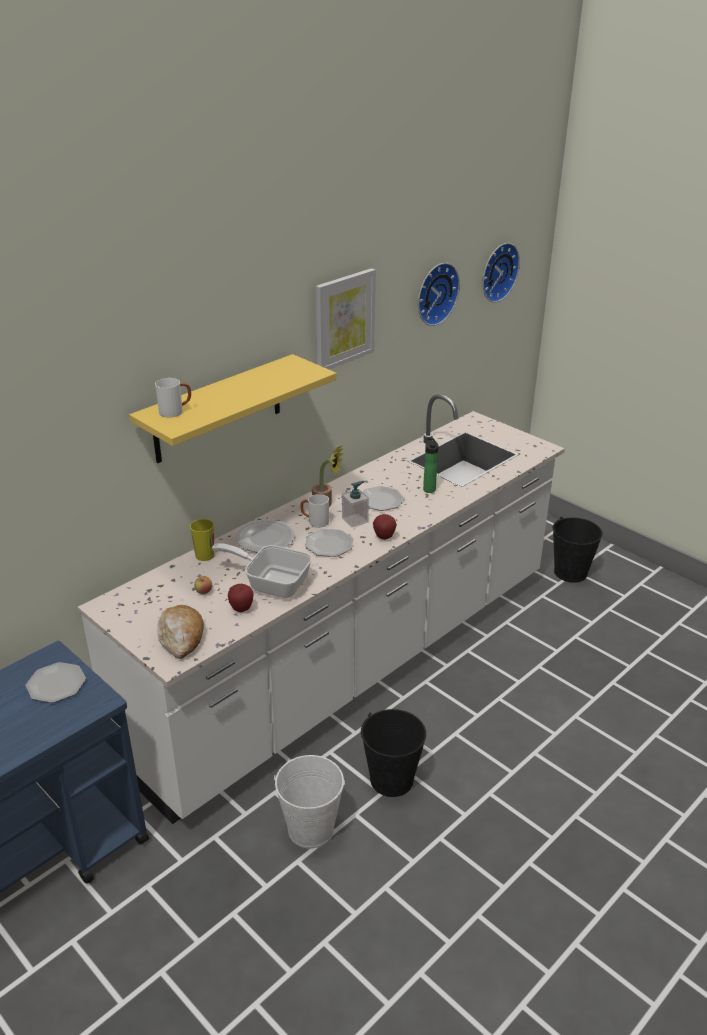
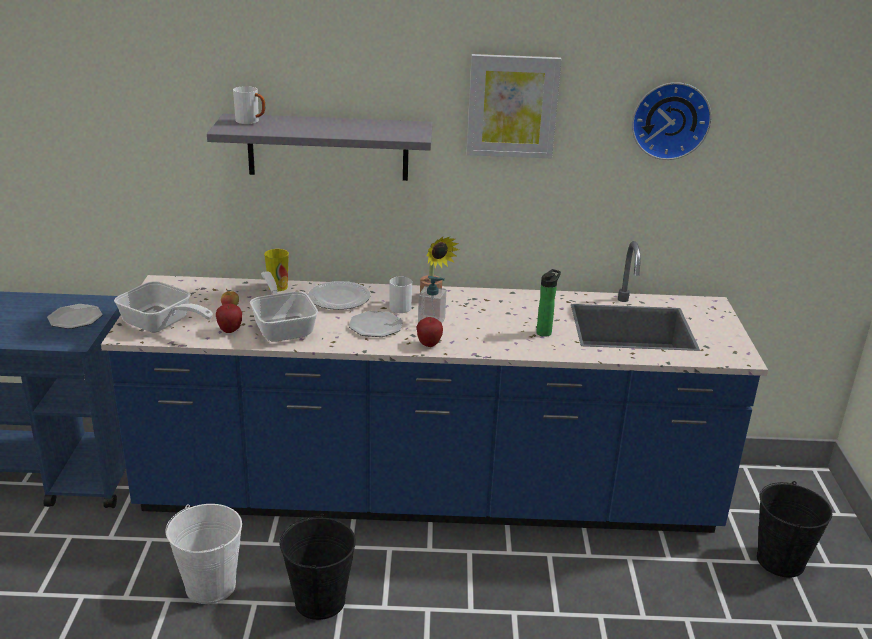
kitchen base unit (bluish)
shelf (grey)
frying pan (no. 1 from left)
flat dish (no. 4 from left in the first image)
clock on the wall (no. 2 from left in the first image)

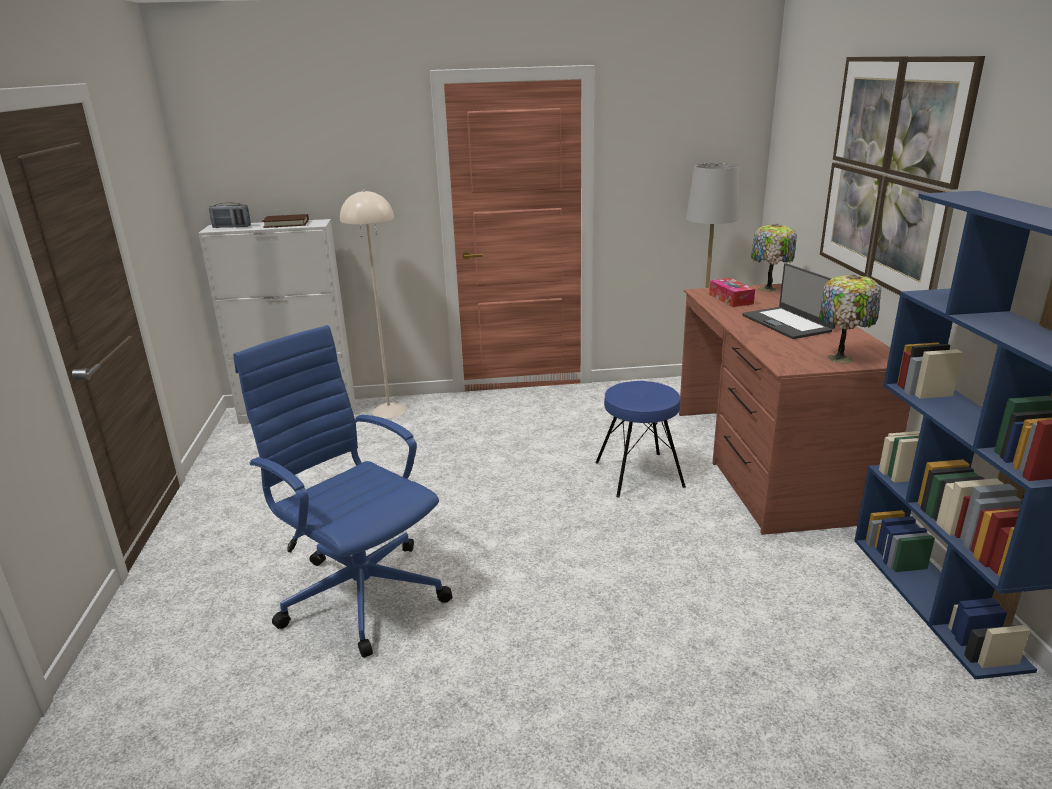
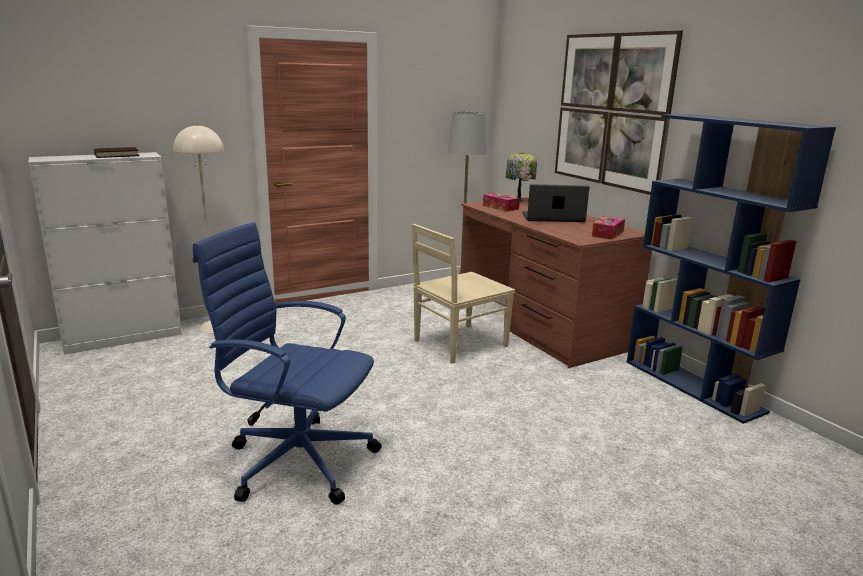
radio
upright chair (sand-coloured)
laptop
tissue holder (no. 2 from left)

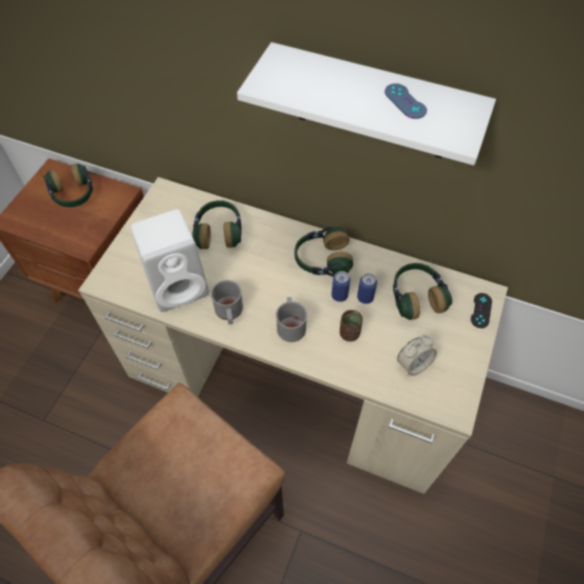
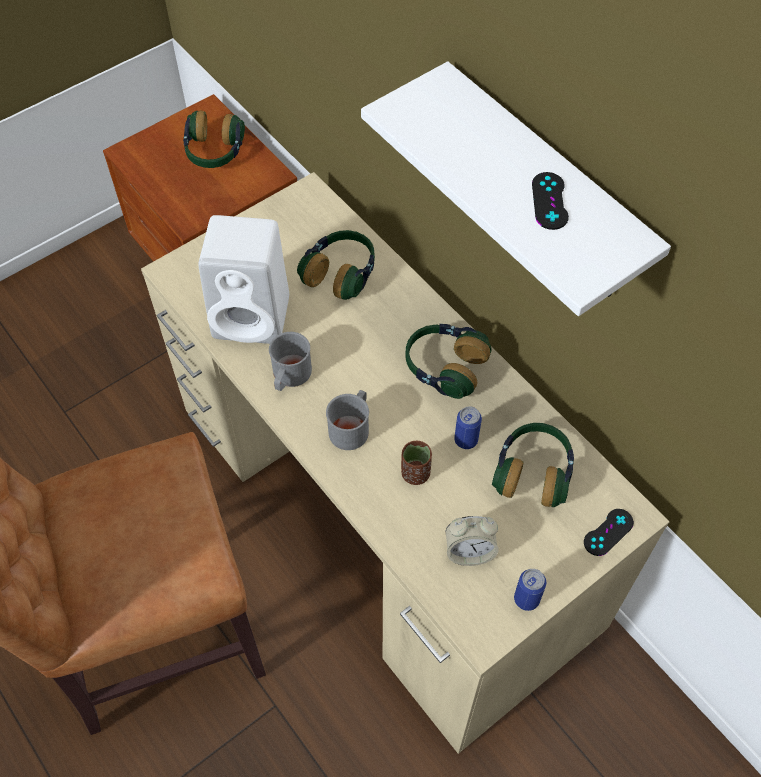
can (no. 2 from left)
joypad (blackish) (no. 1 from left)

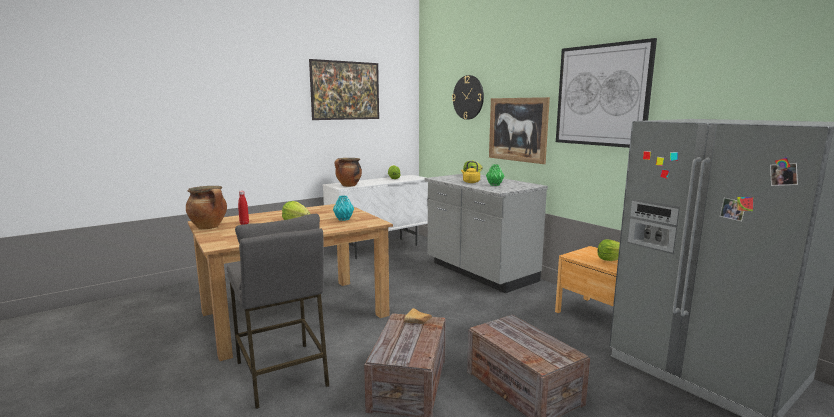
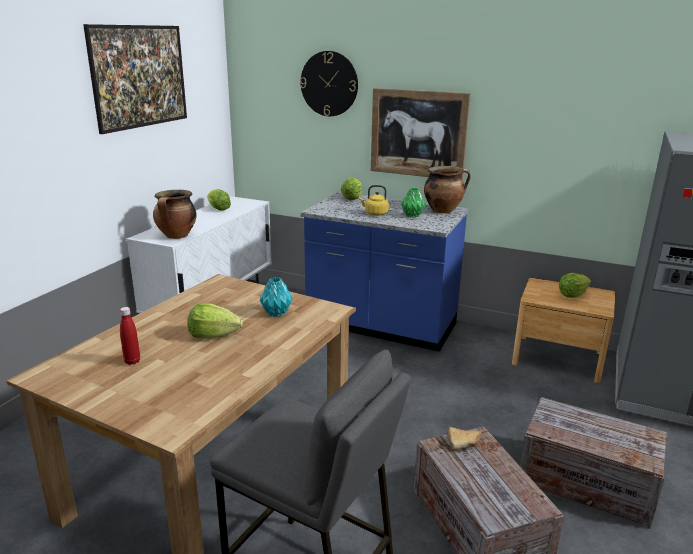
stockpot (no. 2 from left)
kitchen base unit (bluish)
wall art (no. 3 from left in the first image)

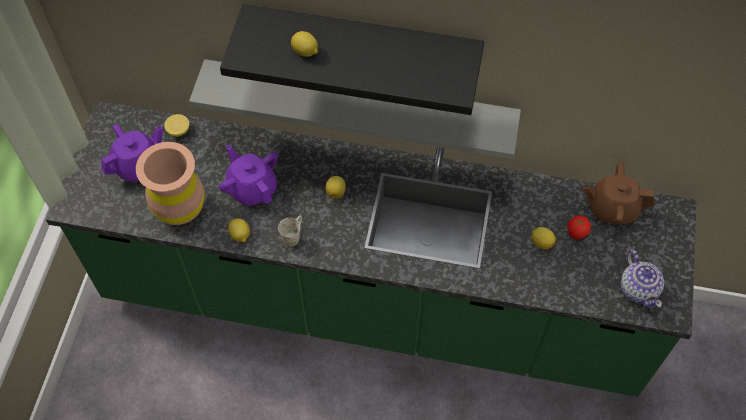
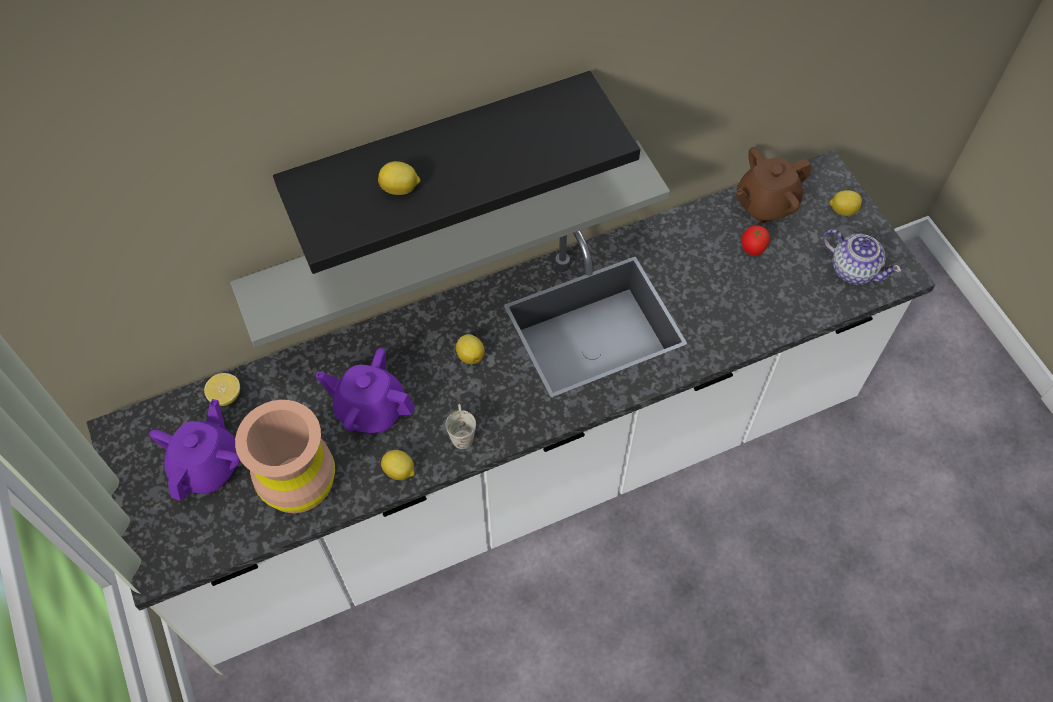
kitchen base unit (whitish)
citrus fruit (no. 5 from left)

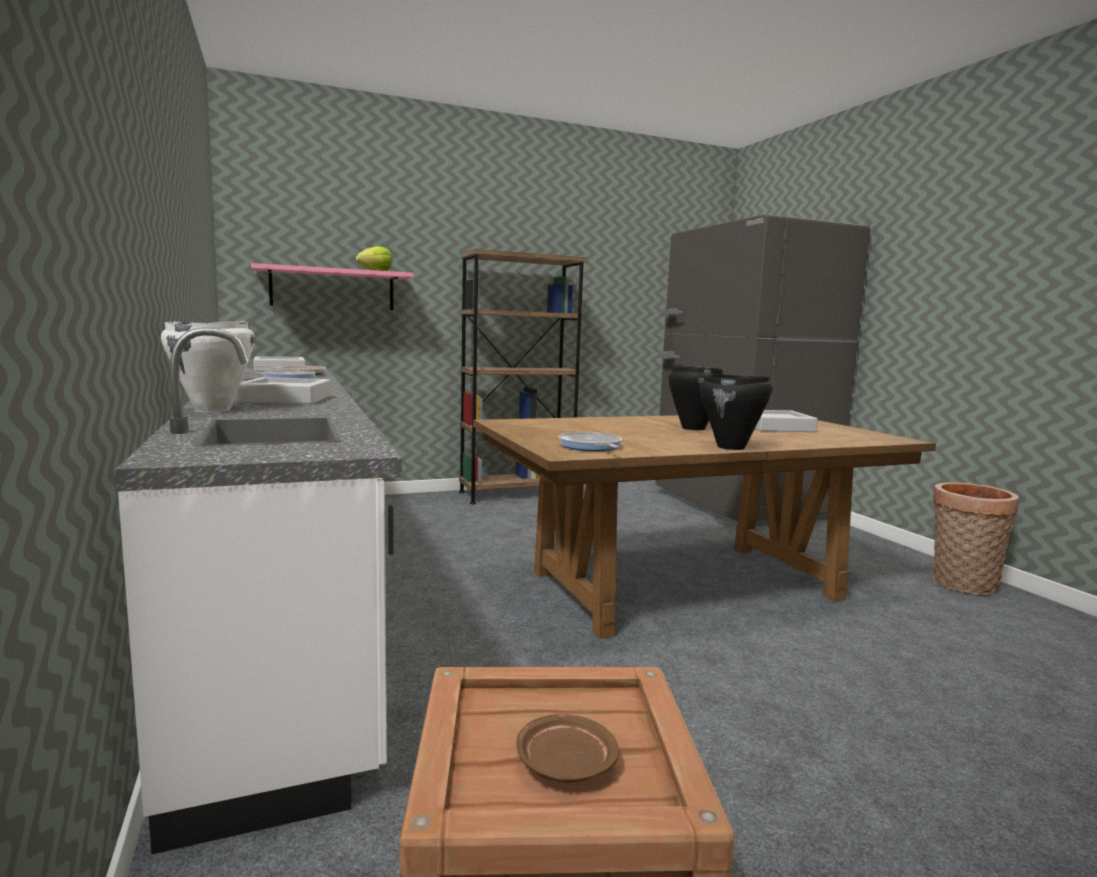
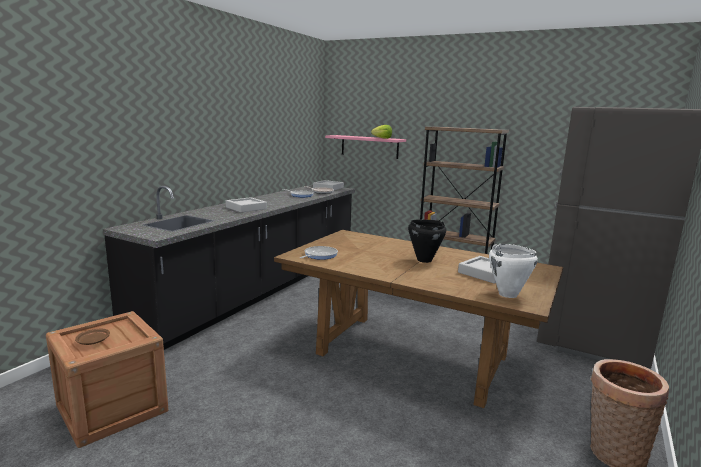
kitchen base unit (blackish)
stockpot (whitish)
stockpot (blackish) (no. 2 from left in the first image)

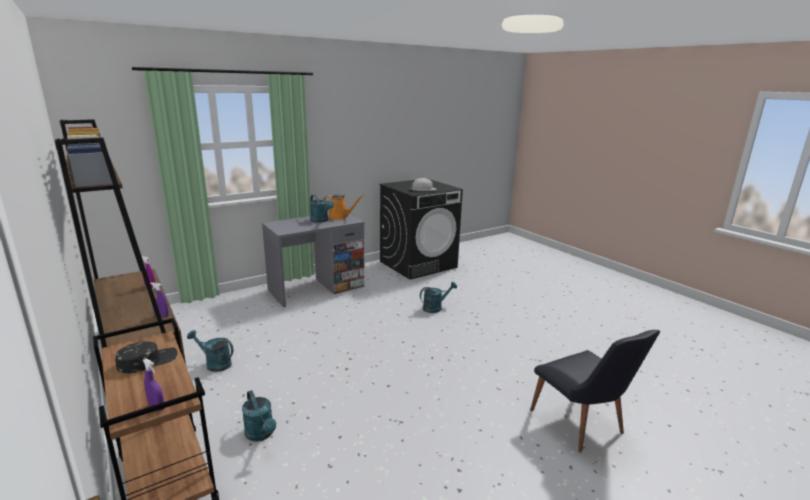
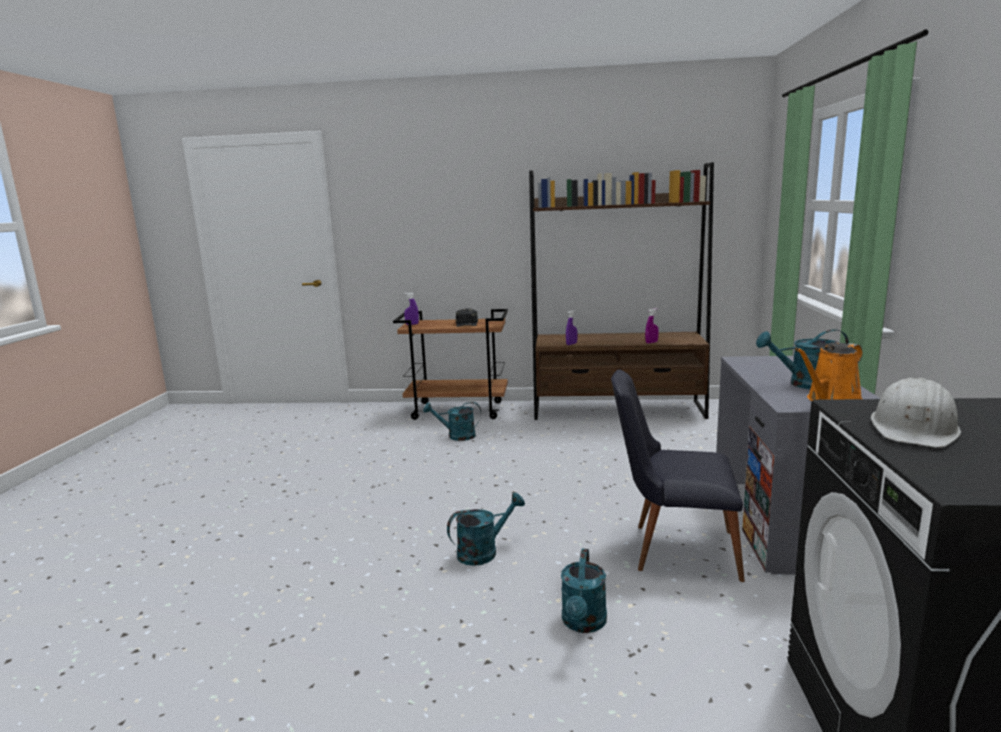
watering pot (turquoise) (no. 2 from left)
upright chair (blackish)

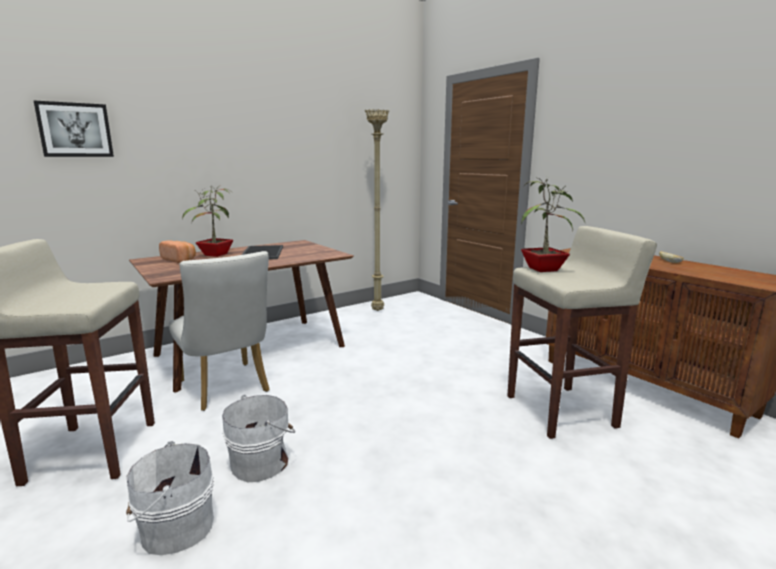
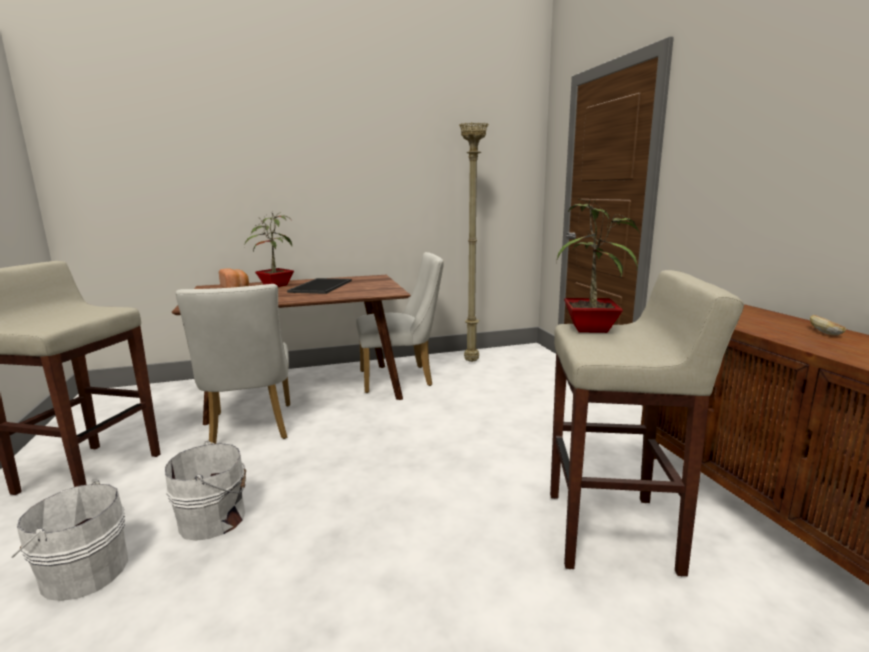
wall art
upright chair (whitish) (no. 2 from left)

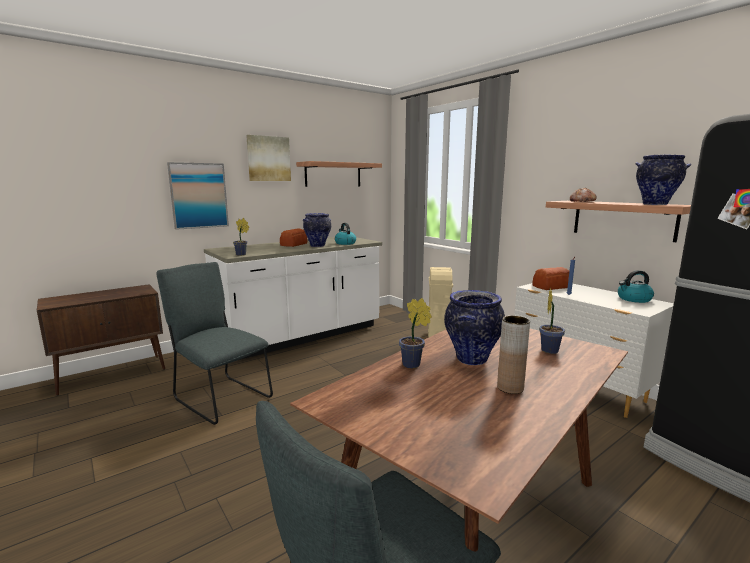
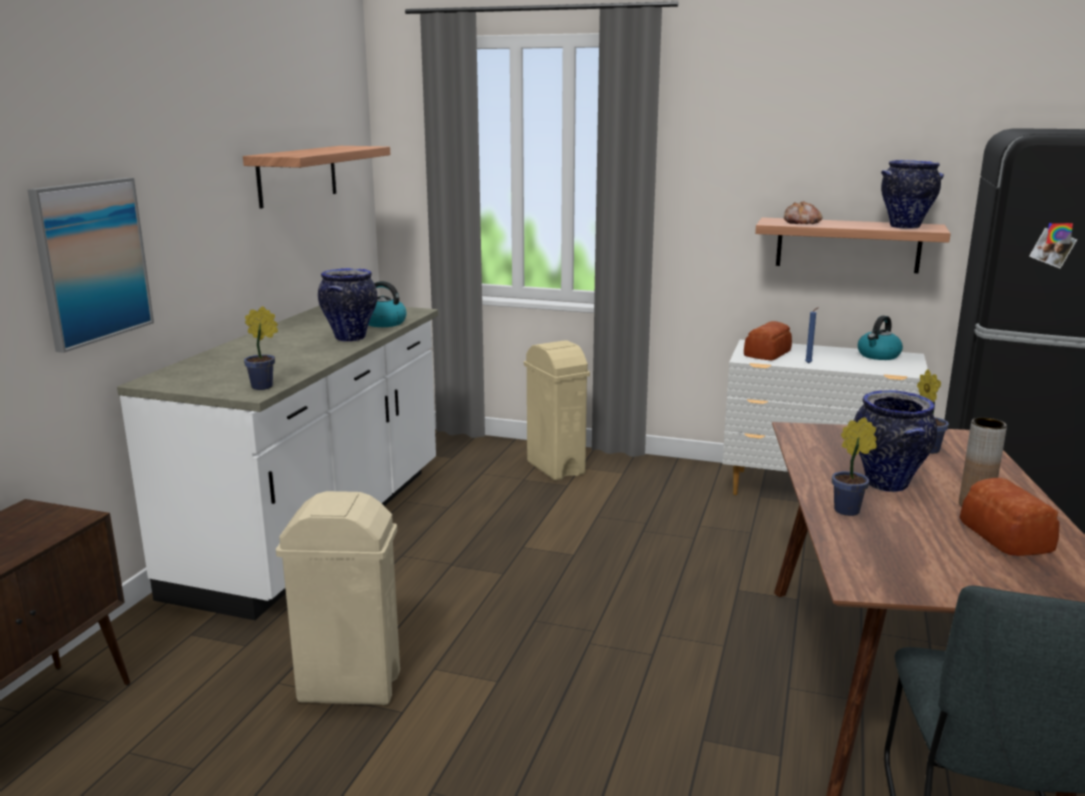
trash can (sand-coloured) (no. 1 from left)
wall art (no. 2 from left in the first image)
bakery bread (no. 3 from left)

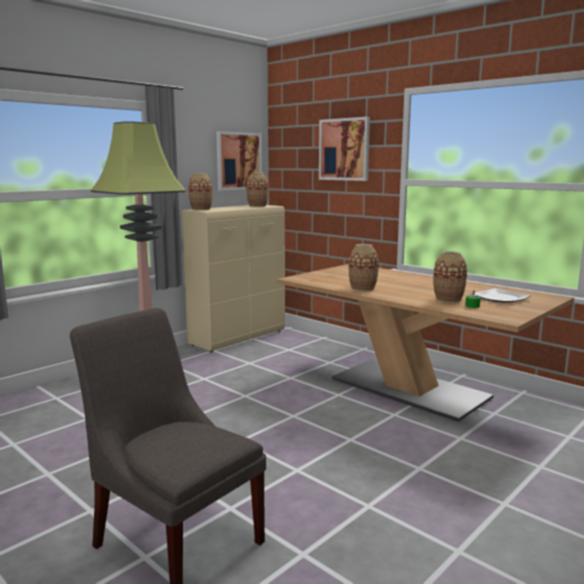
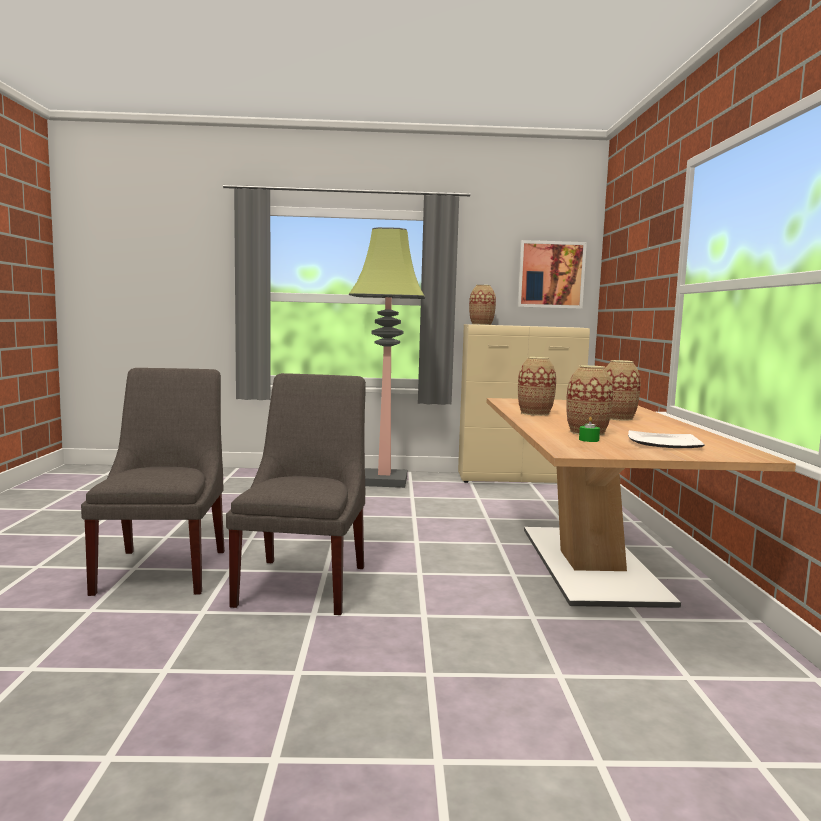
flower vase (no. 4 from left)
wall art (no. 2 from left in the first image)
upright chair (grey) (no. 2 from left)

